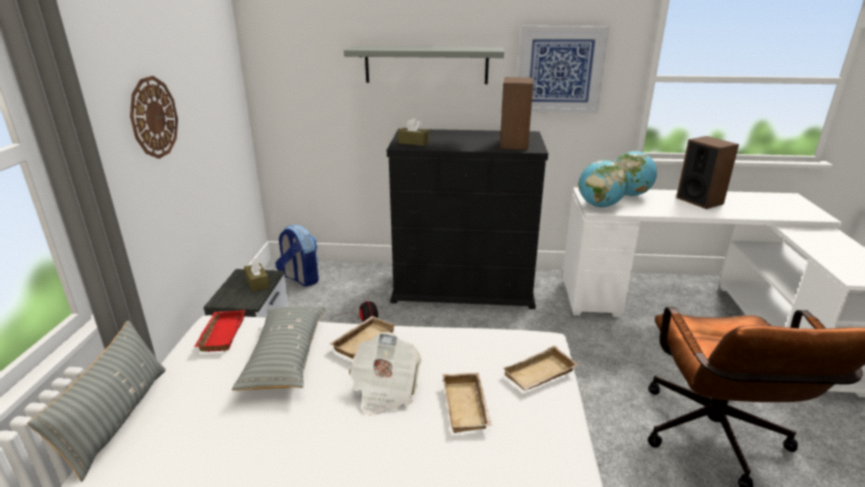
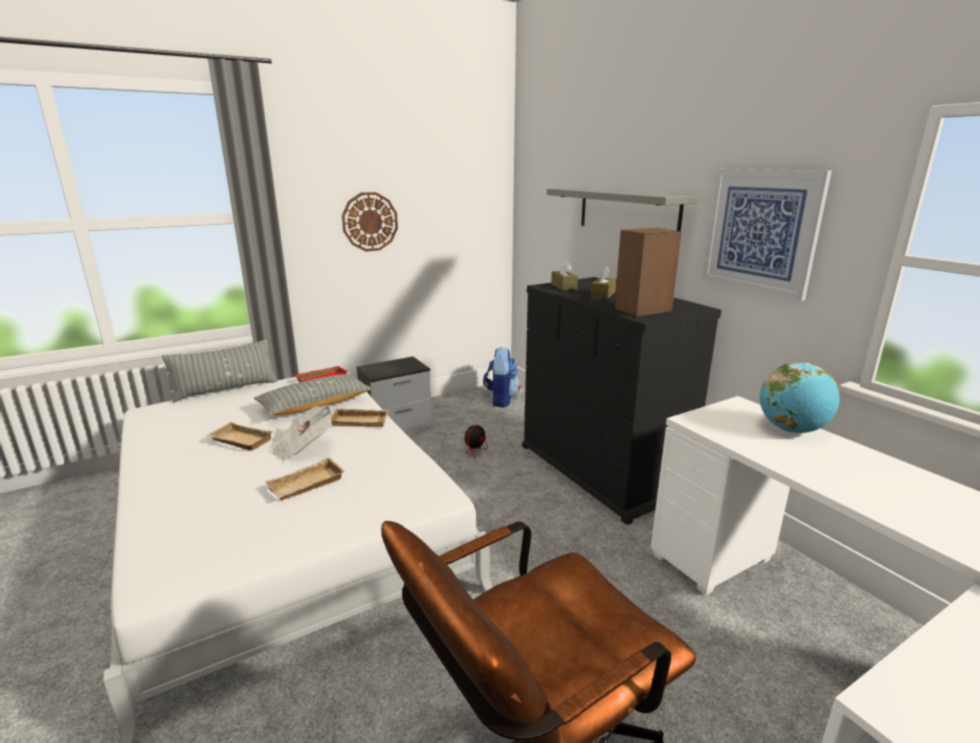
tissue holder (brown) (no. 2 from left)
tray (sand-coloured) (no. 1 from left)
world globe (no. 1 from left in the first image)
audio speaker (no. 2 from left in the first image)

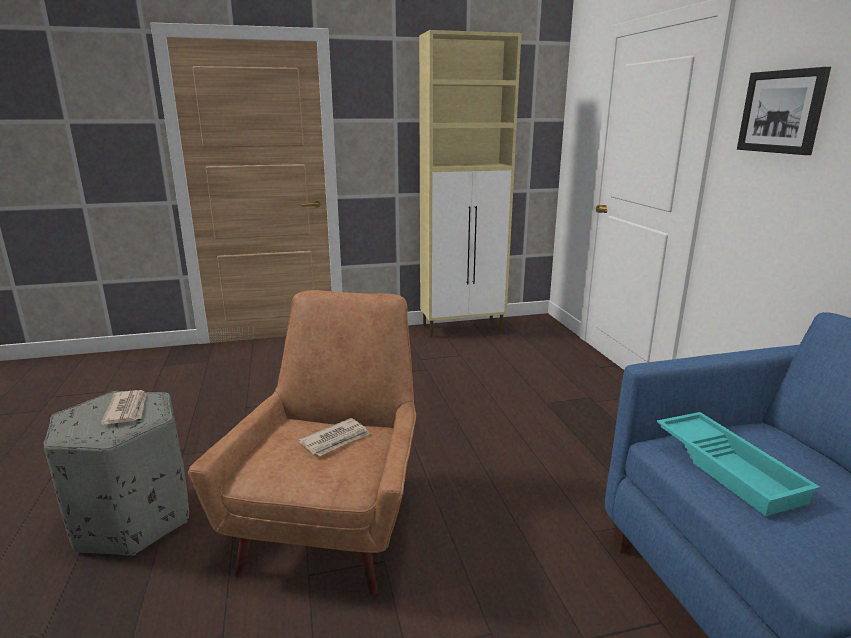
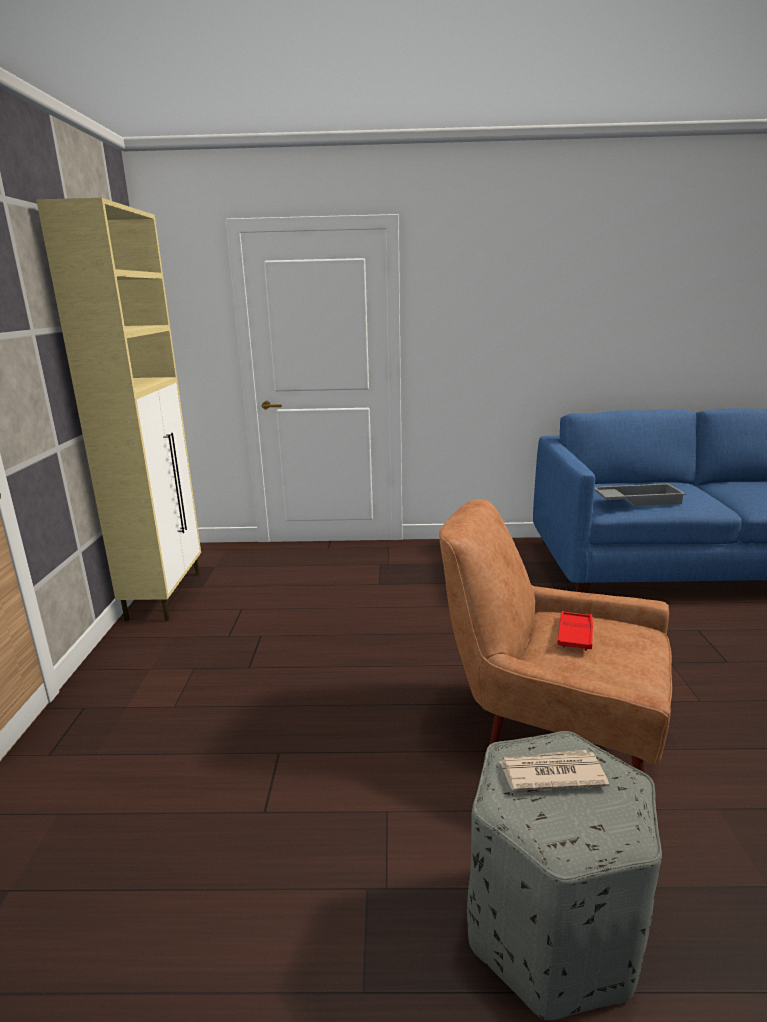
tray (red)
tray (grey)
wall art

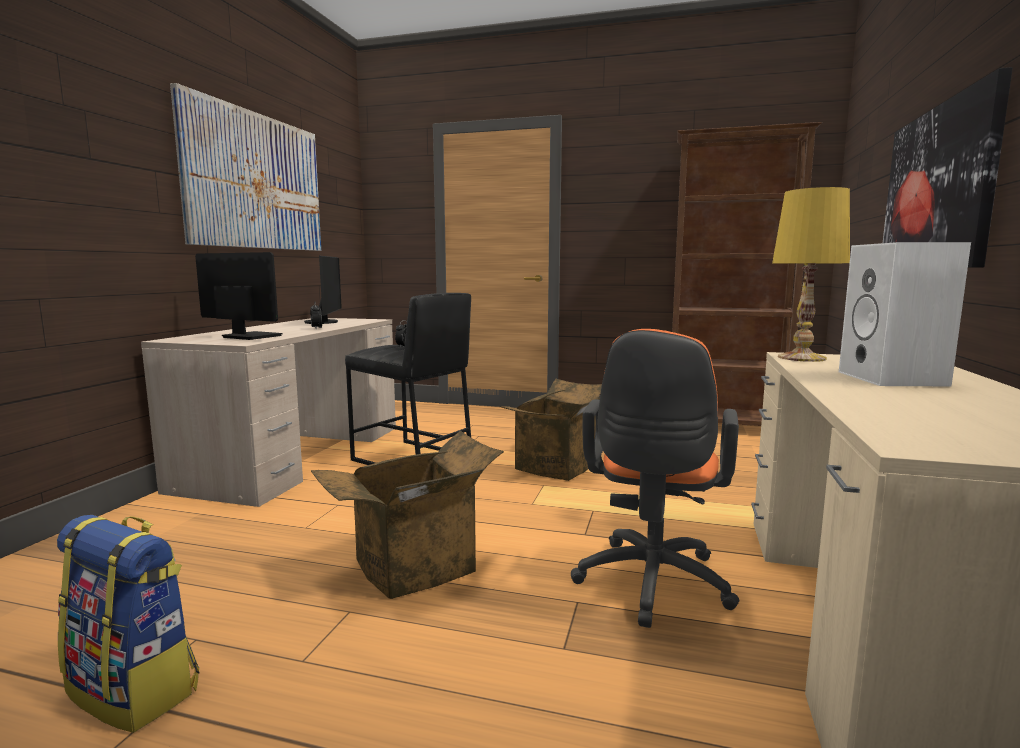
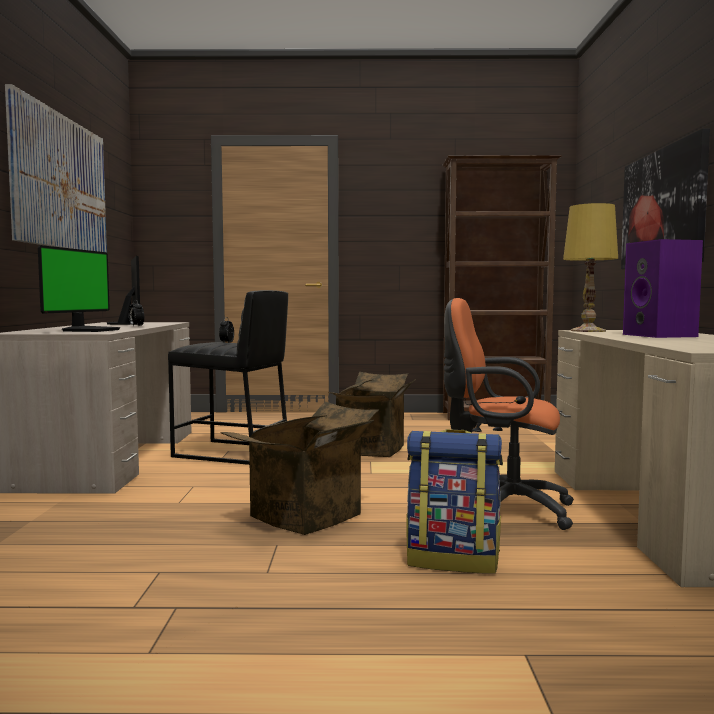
backpack
computer screen (no. 1 from left)
office chair (orange-coloured)
audio speaker (purple)

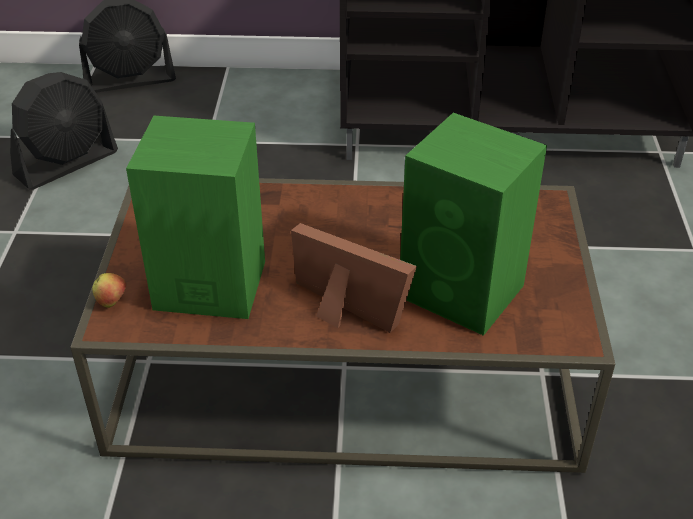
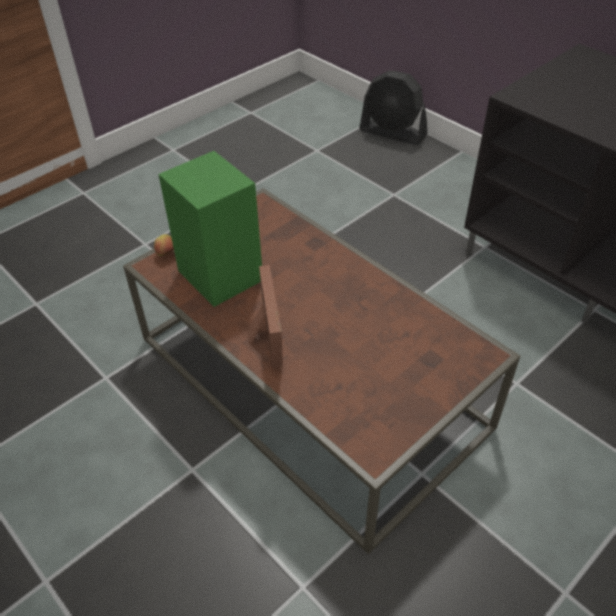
electric fan (blackish) (no. 1 from left in the first image)
audio speaker (greenish) (no. 2 from left in the first image)

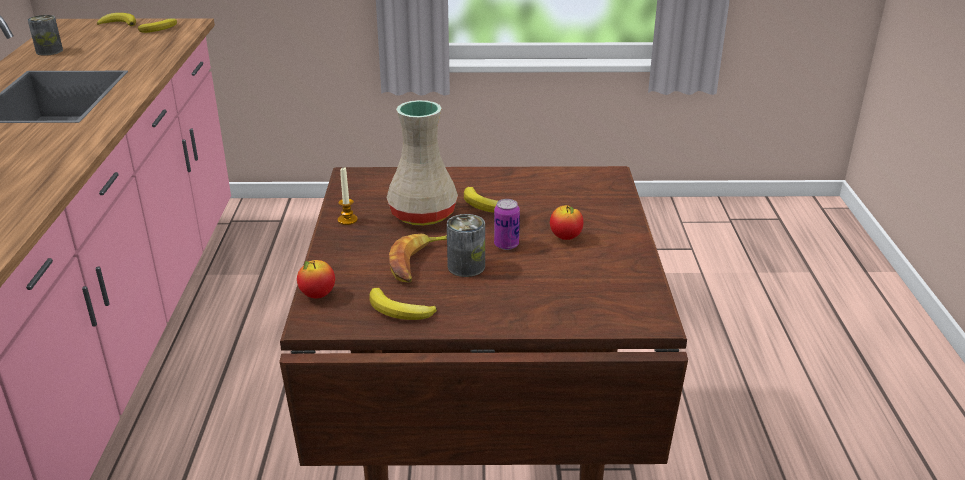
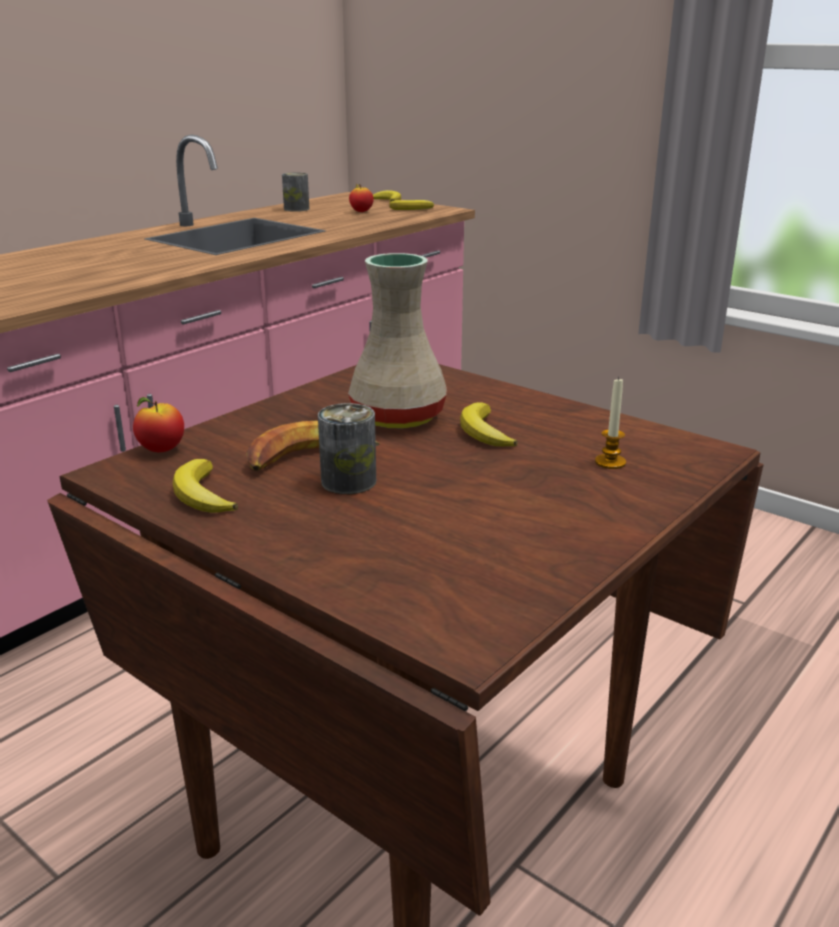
wax candle
can (no. 3 from left in the first image)
whole apple (no. 2 from left)

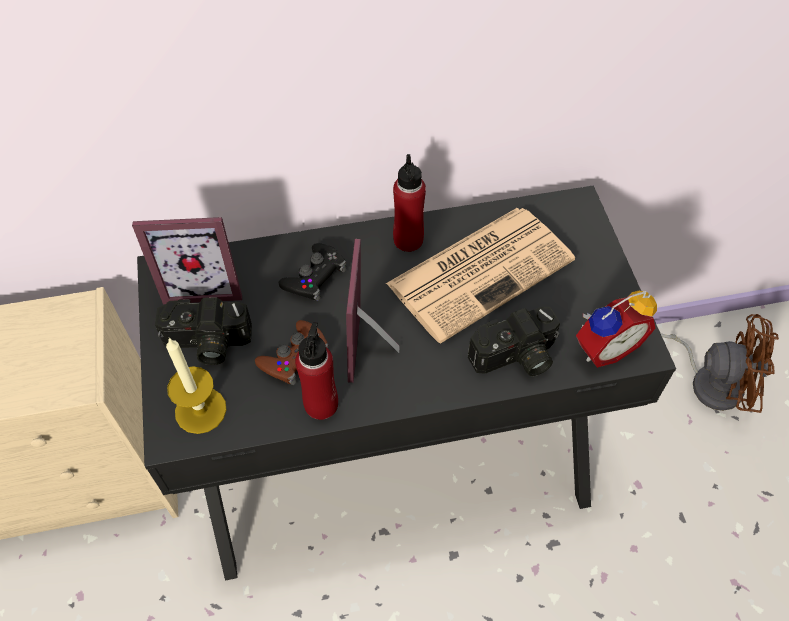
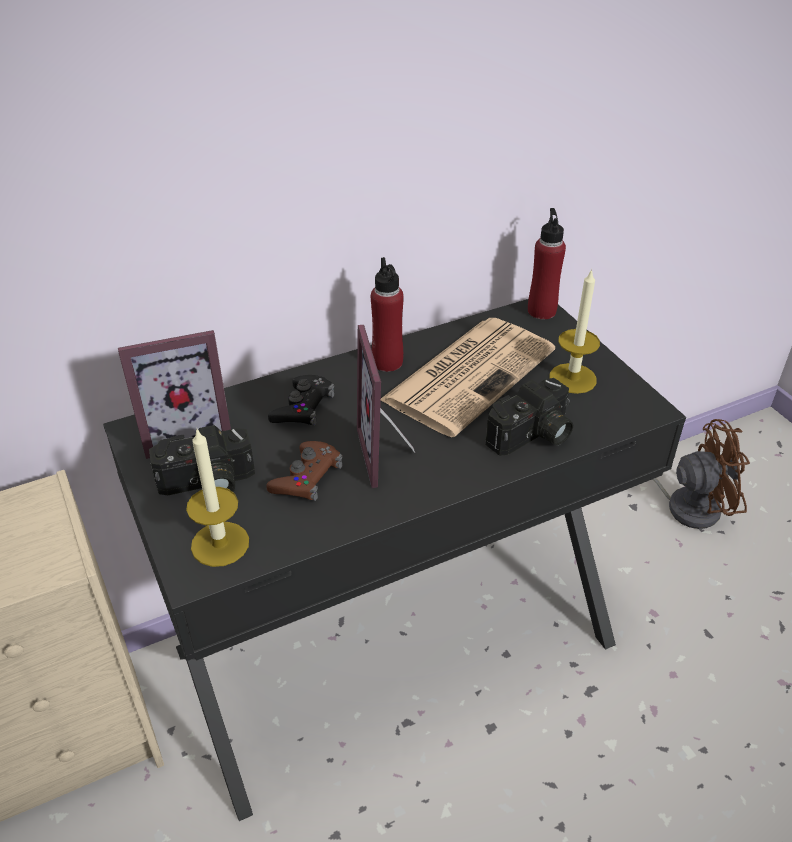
bottle (red) (no. 2 from left)
bedside clock
wax candle (no. 2 from left)

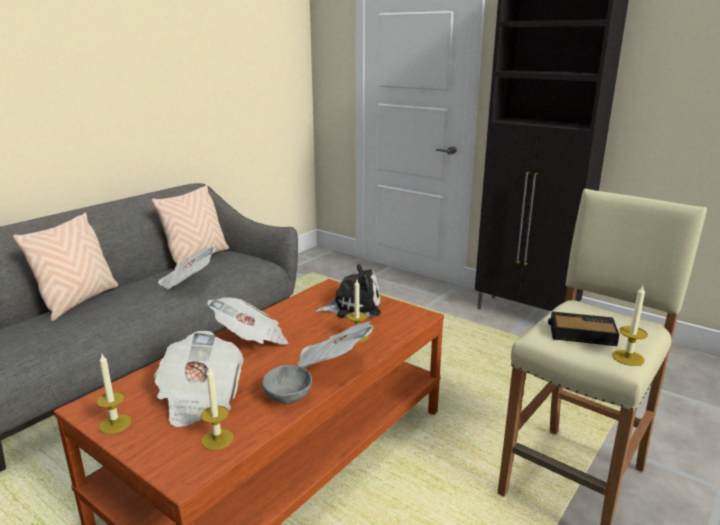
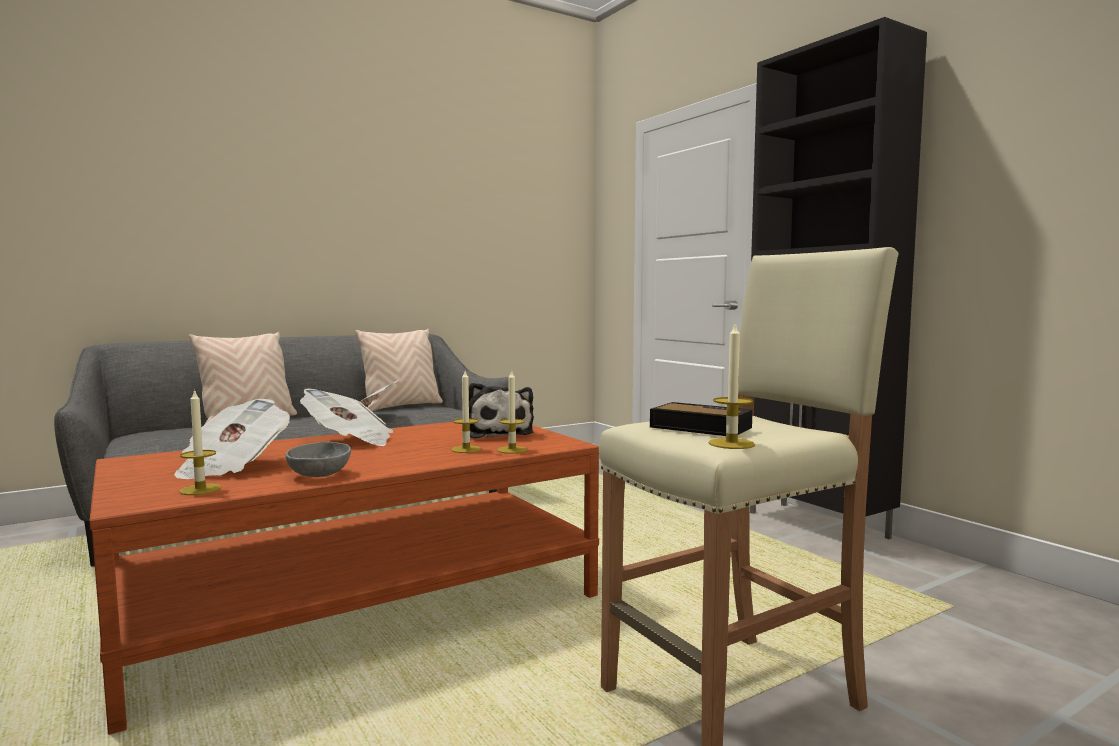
wax candle (no. 3 from left)
printed paper (no. 4 from left in the first image)
cuddly toy

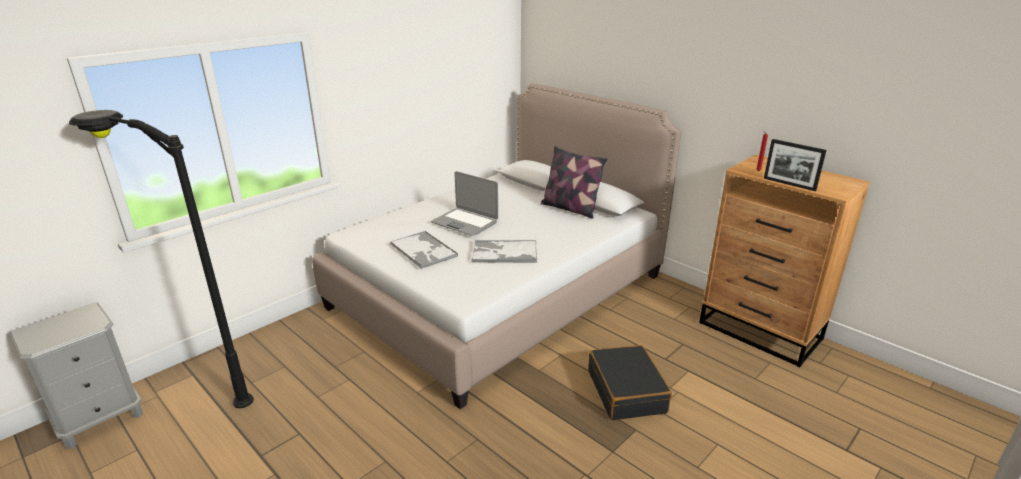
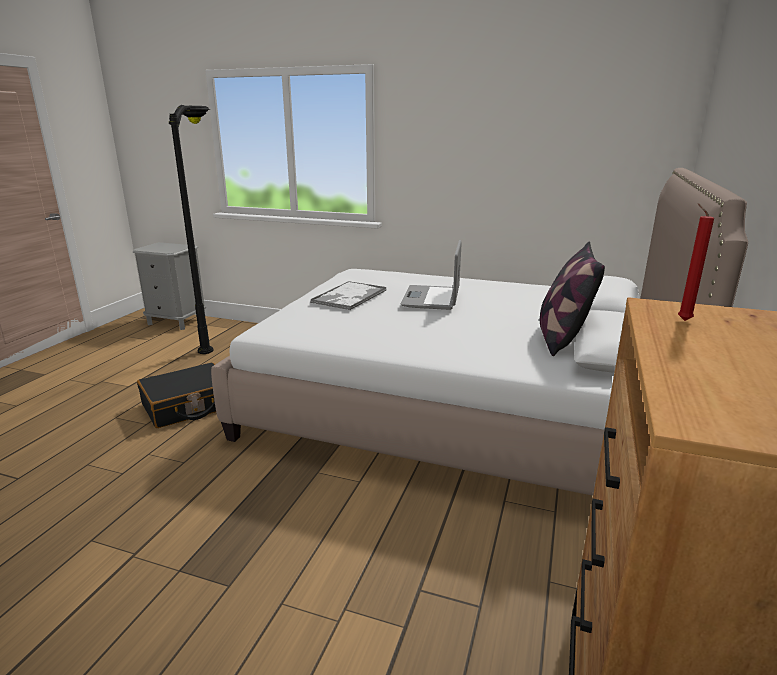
tray (no. 2 from left in the first image)
piece of luggage (blackish)
standing frame

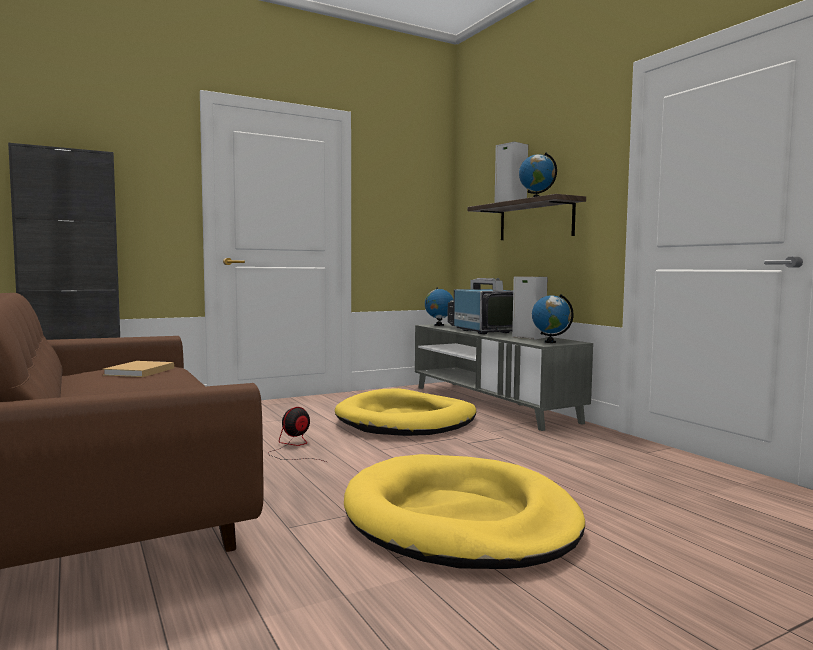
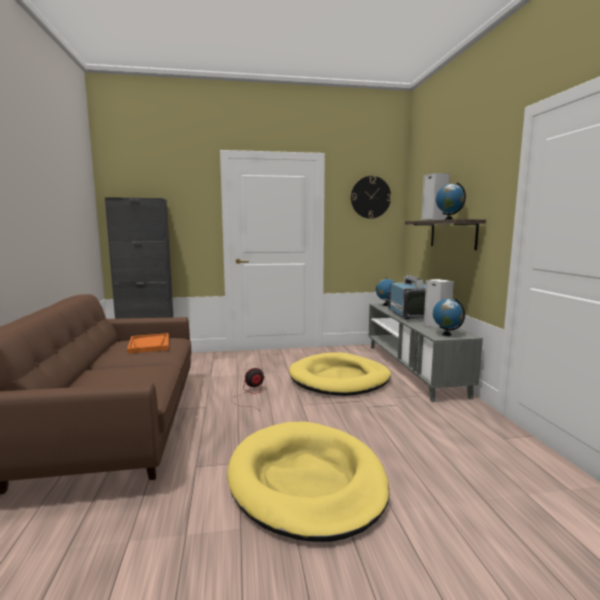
tray (orange-coloured)
clock on the wall

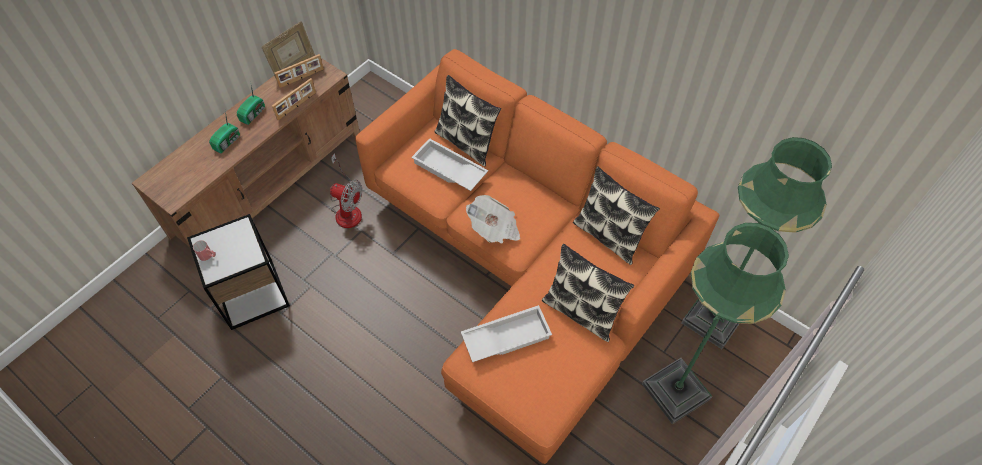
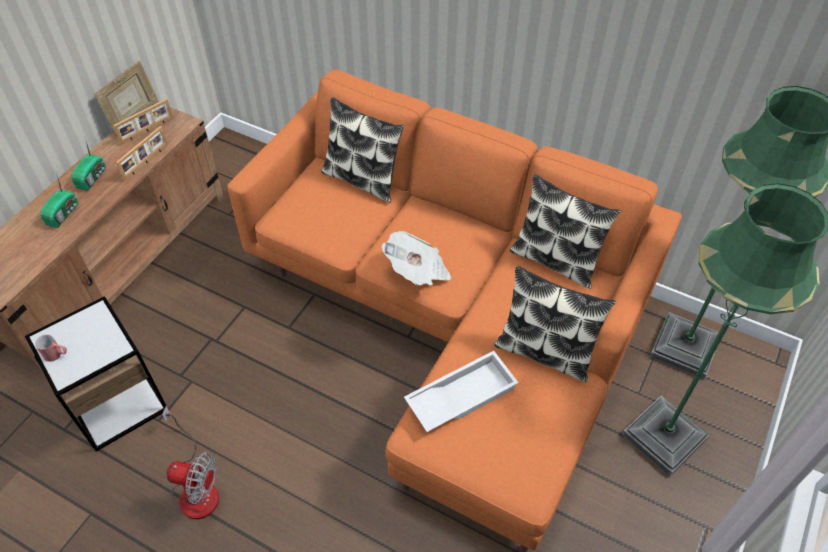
electric fan
tray (whitish) (no. 1 from left in the first image)

